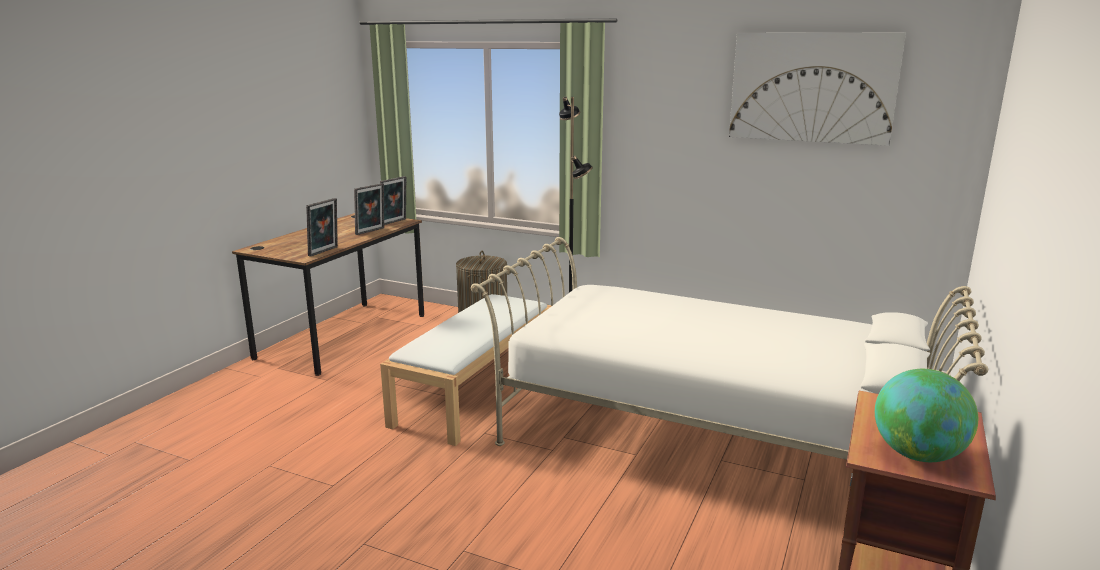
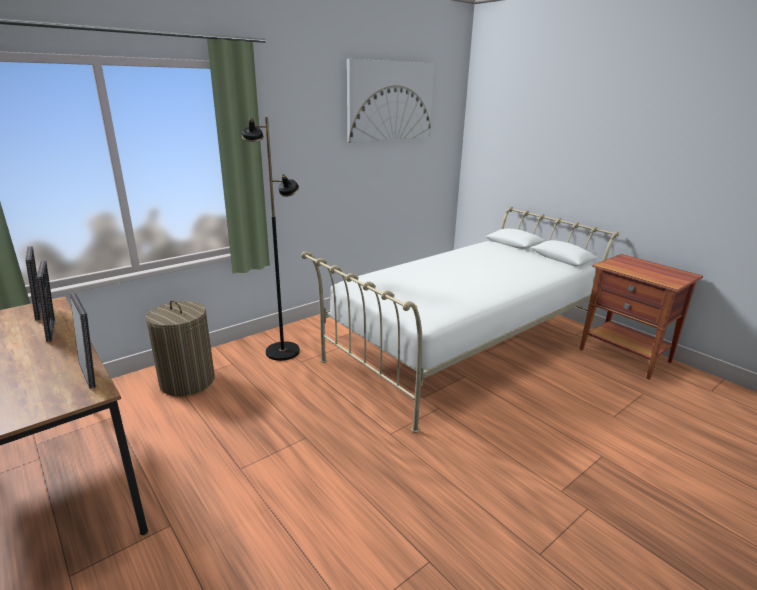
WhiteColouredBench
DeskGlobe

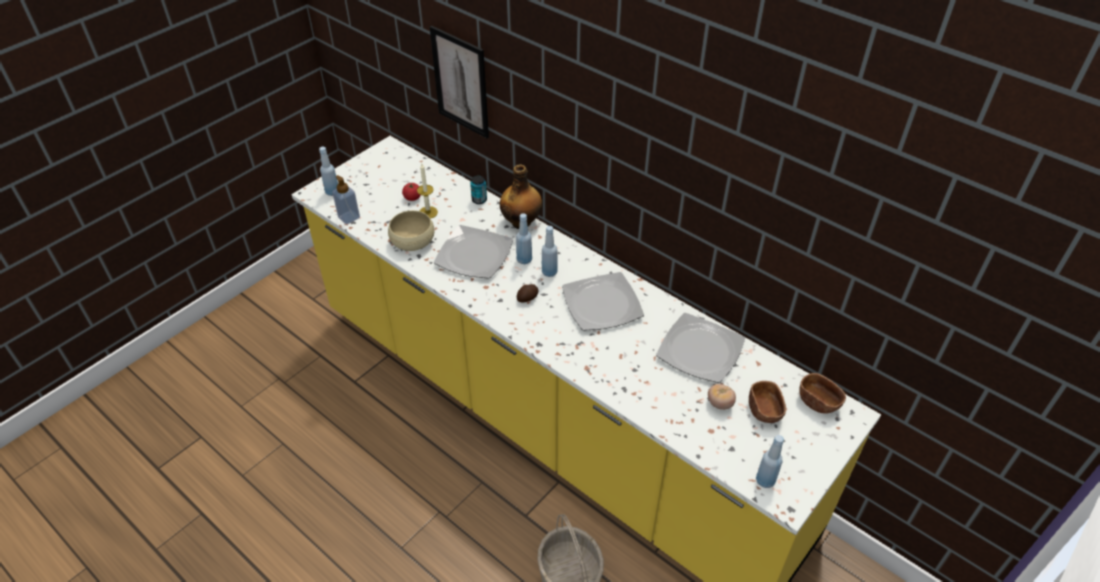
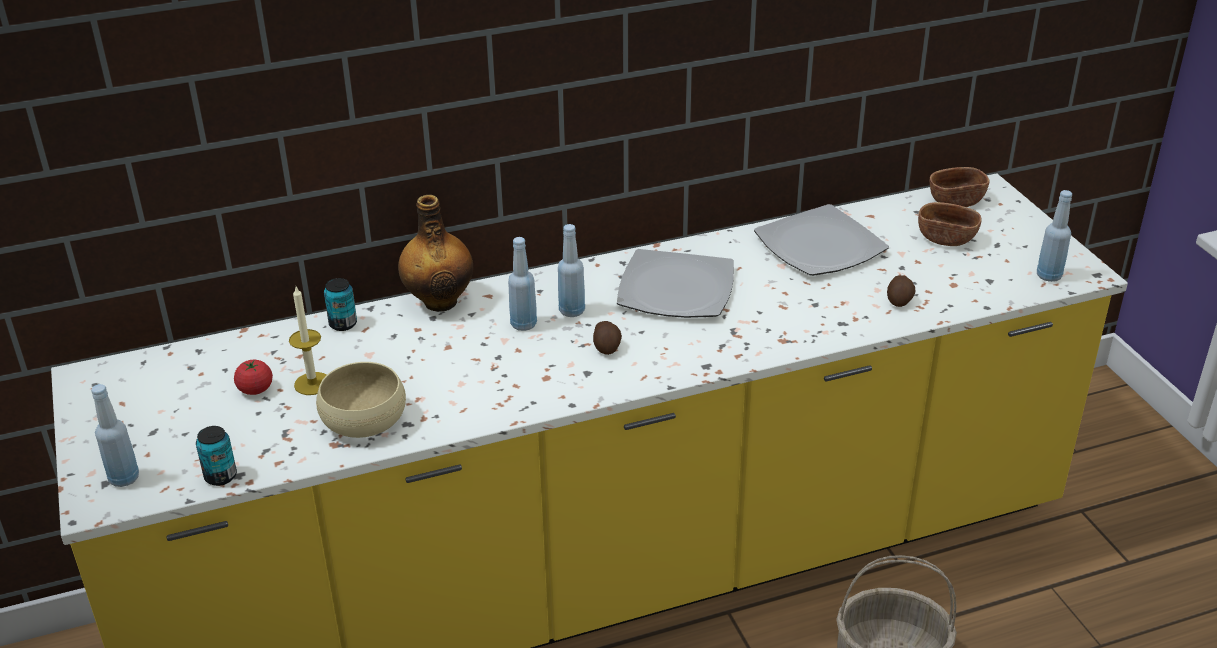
Picture
Can (1st from left)
FlatDish (1st from left in the first image)
Tomato (2nd from left in the first image)
Spud (2nd from left)

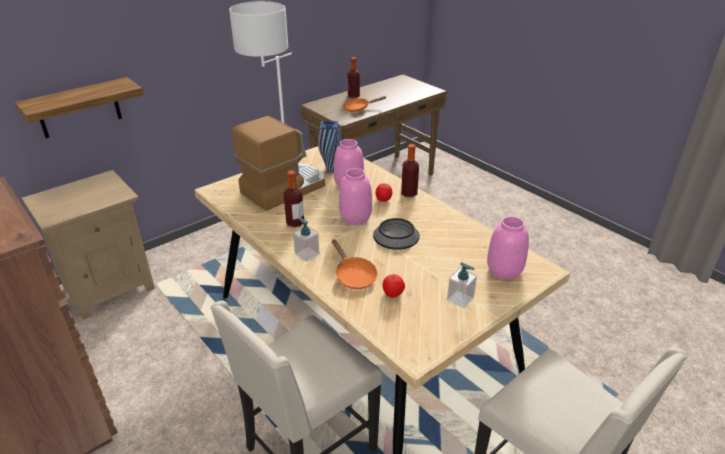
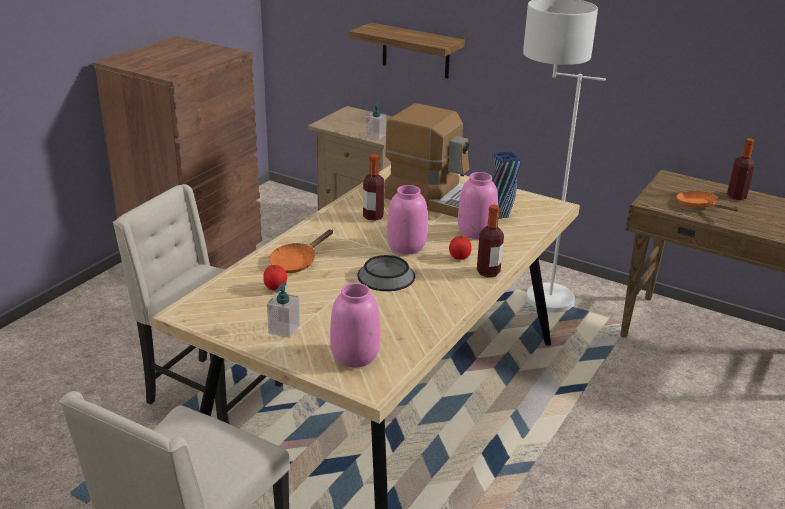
LiquidSoapBottle (2nd from left)

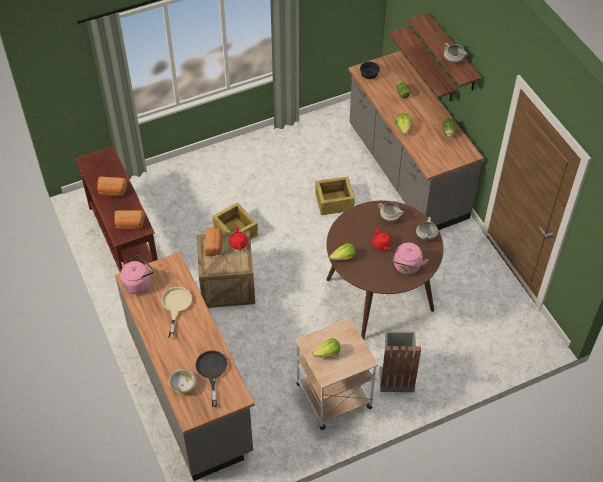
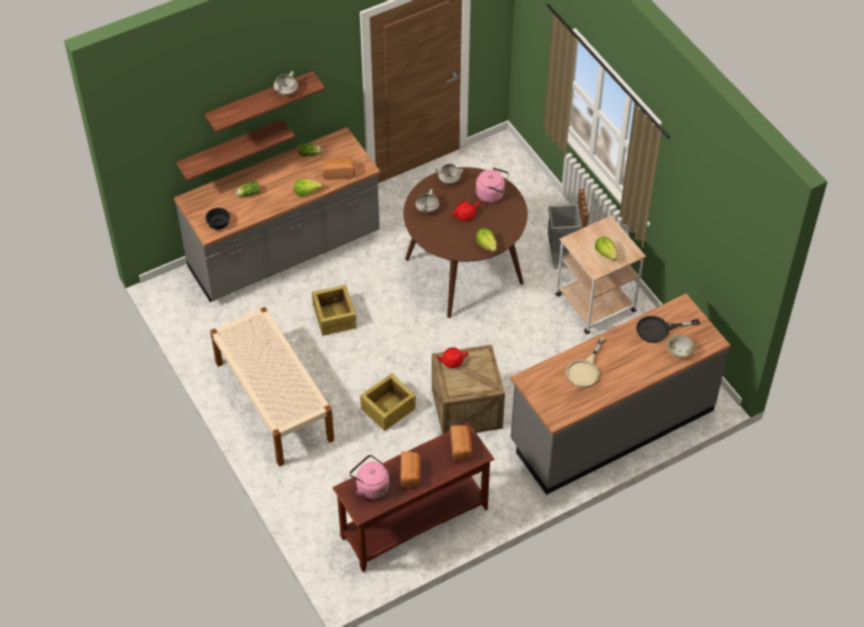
BakedBread (1st from left)
PinkKettle (1st from left)
BeigeColouredFryingPan
BeigeColouredBench

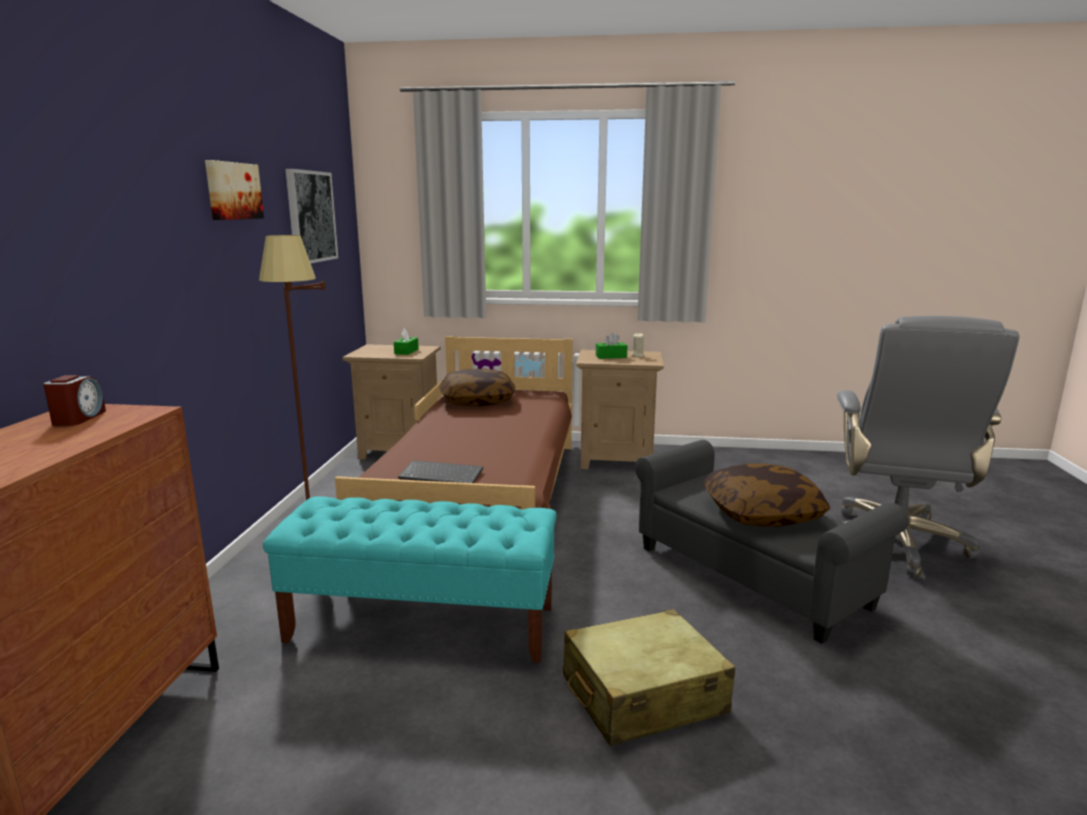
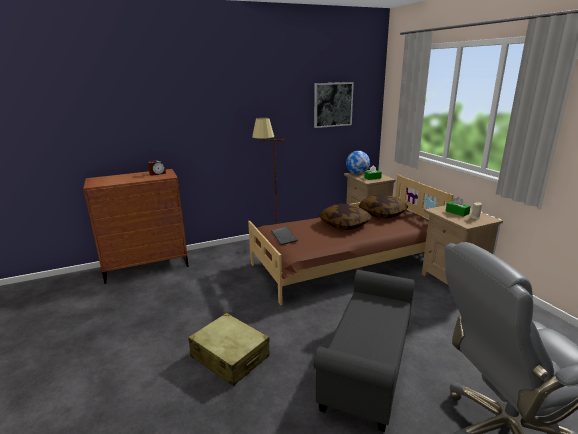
Picture (1st from left in the first image)
Pillow (1st from left)
TurquoiseBench
DeskGlobe

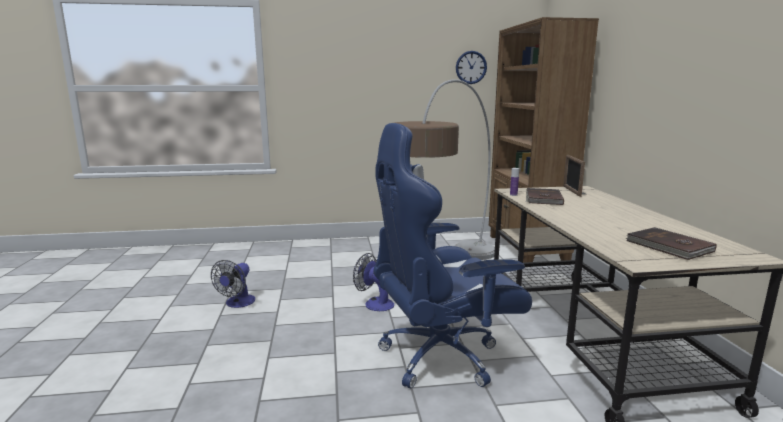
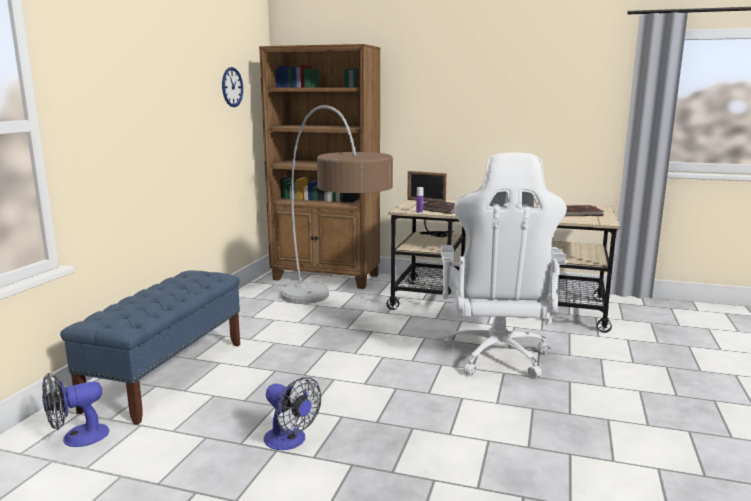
WhiteColouredOfficeChair
ElectricFan (1st from left)
BlueColouredBench

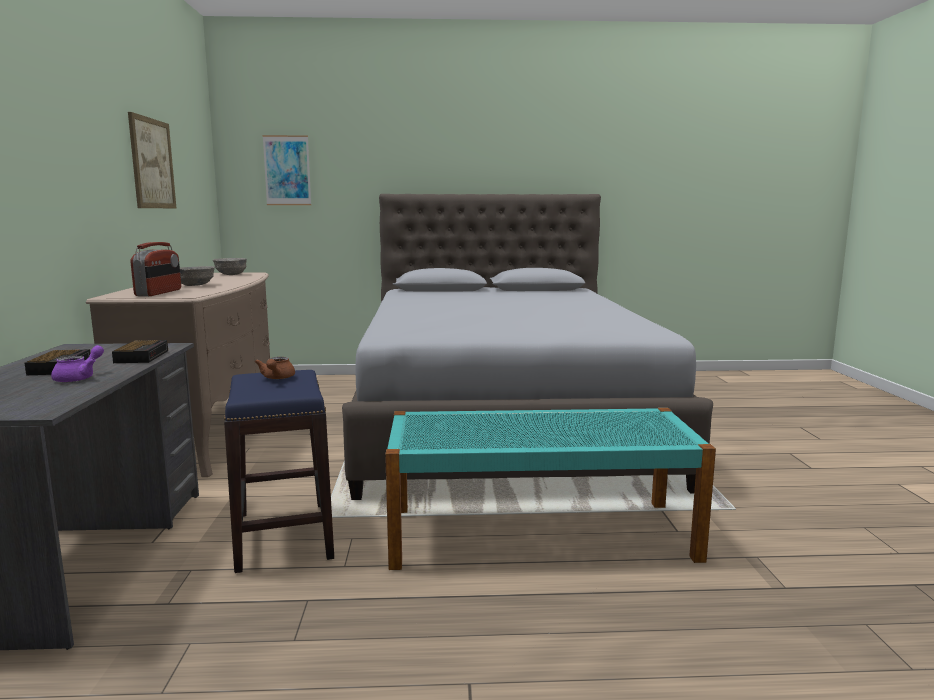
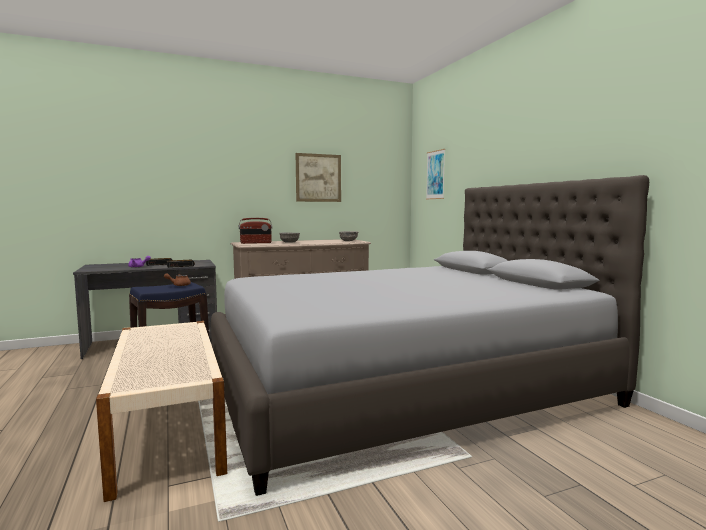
BeigeColouredBench

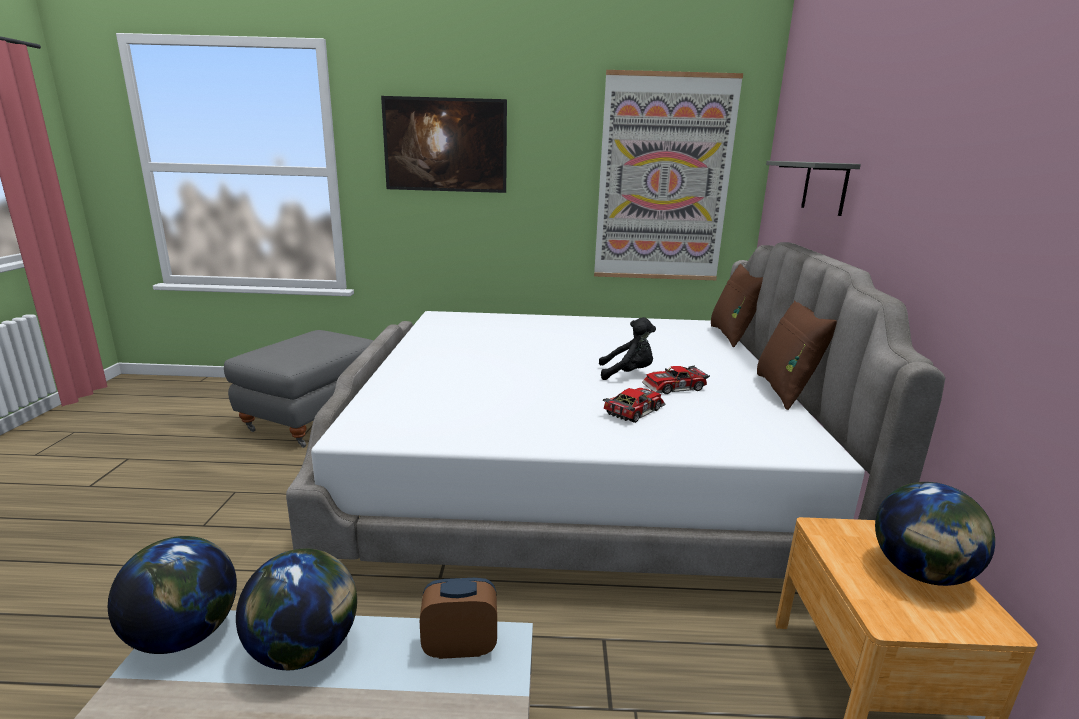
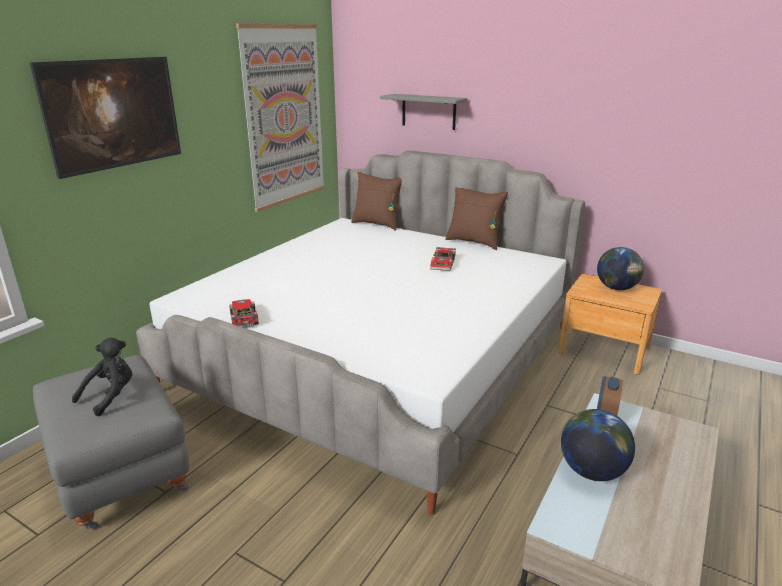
BlackSoftToy
MiniatureCar (1st from left)
DeskGlobe (1st from left in the first image)

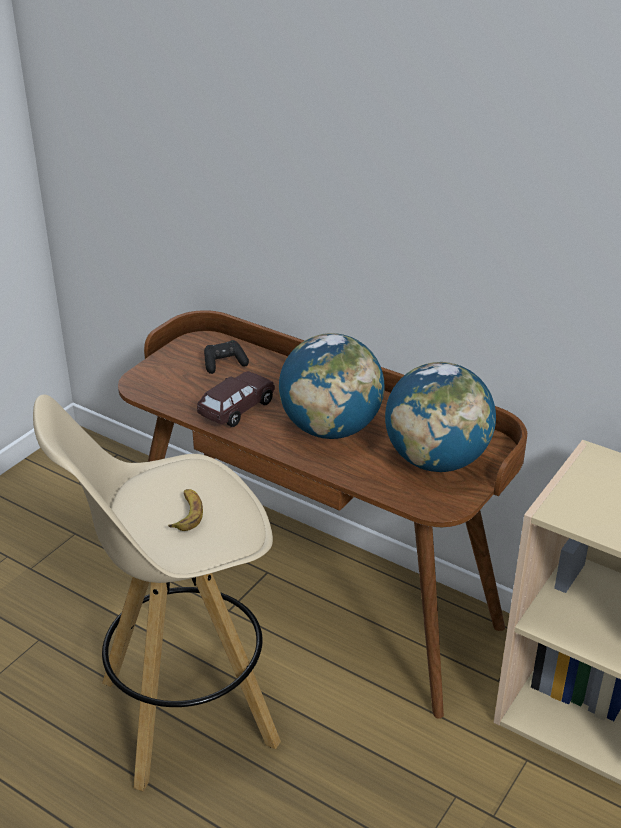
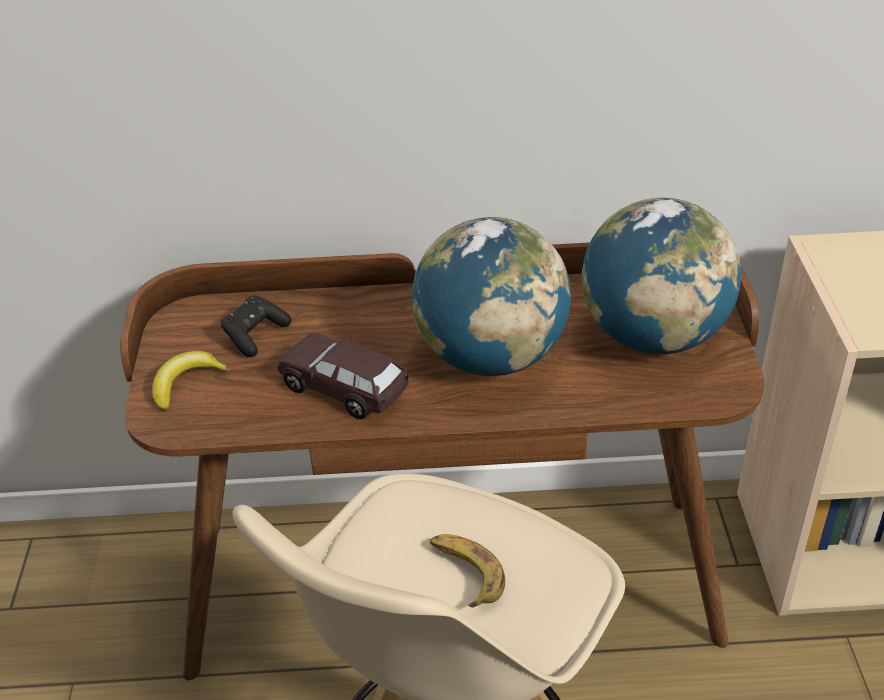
BrownColouredMiniatureCar
WholeBanana (1st from left)

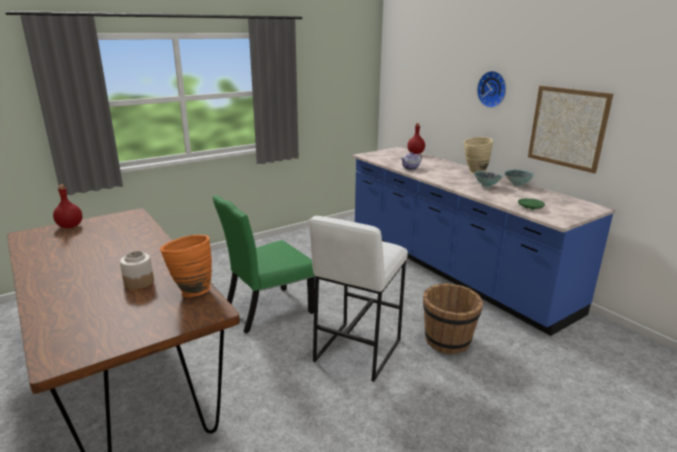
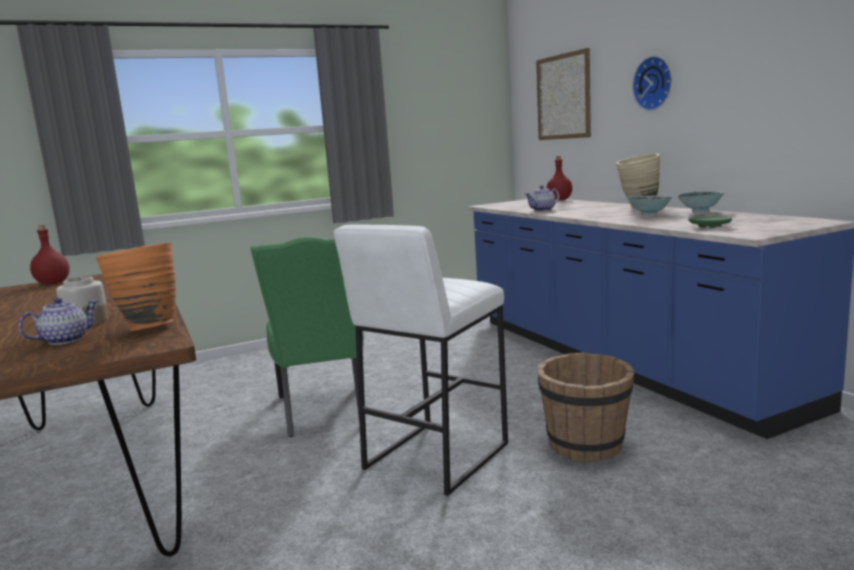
Picture
GreenColouredUprightChair
Teapot (1st from left)

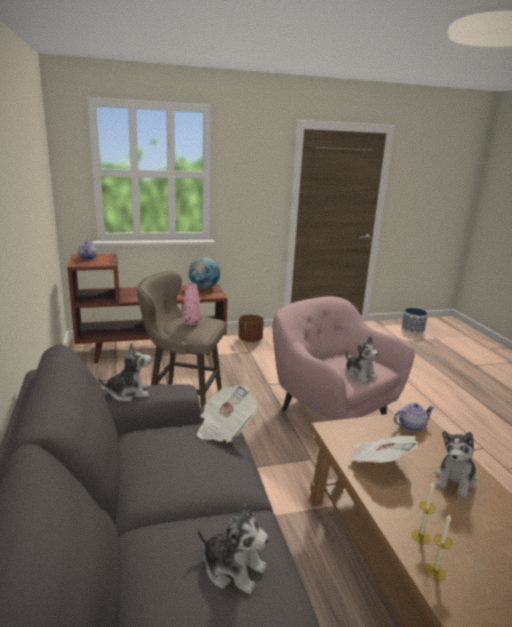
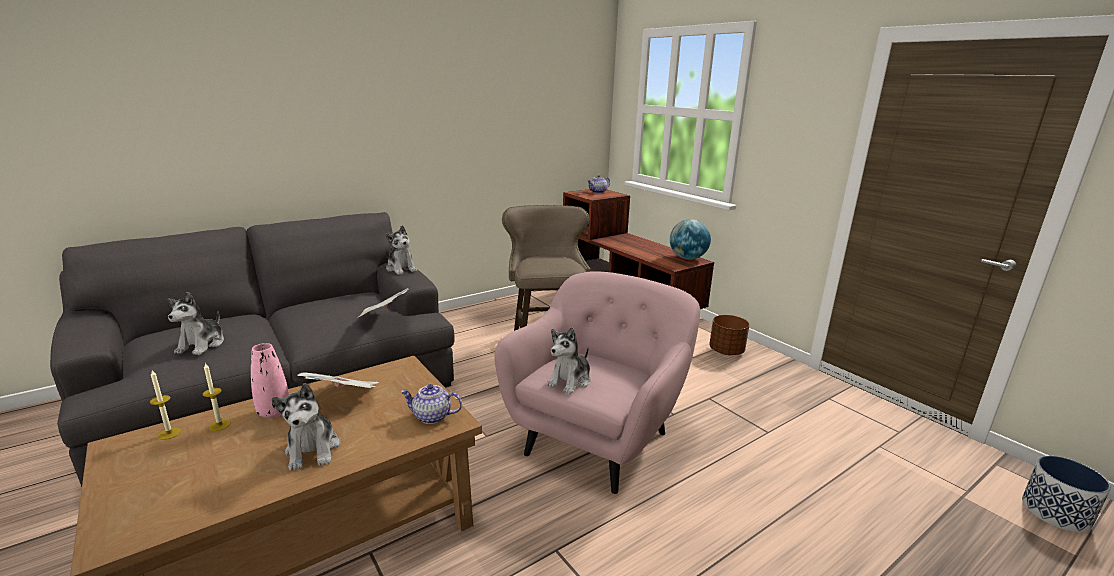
PinkFlowerVase
Teapot (1st from left)
SoftToy (2nd from left)

